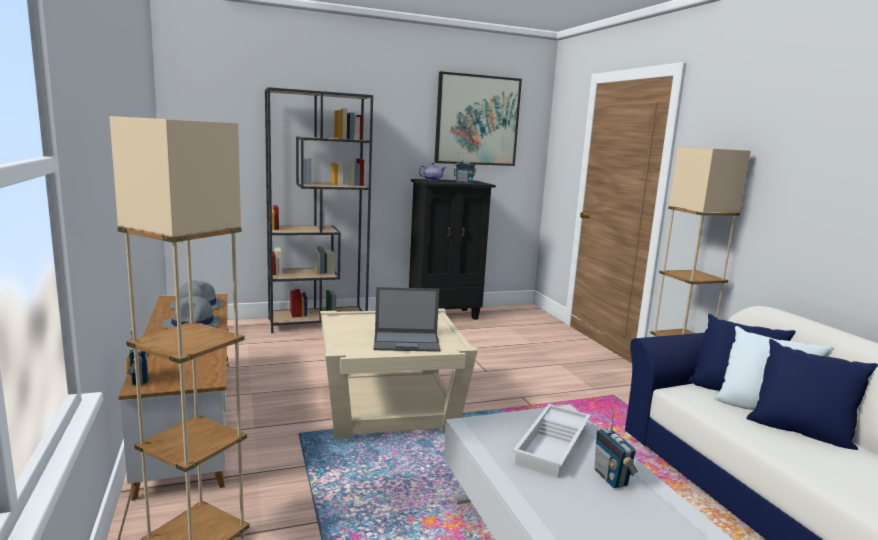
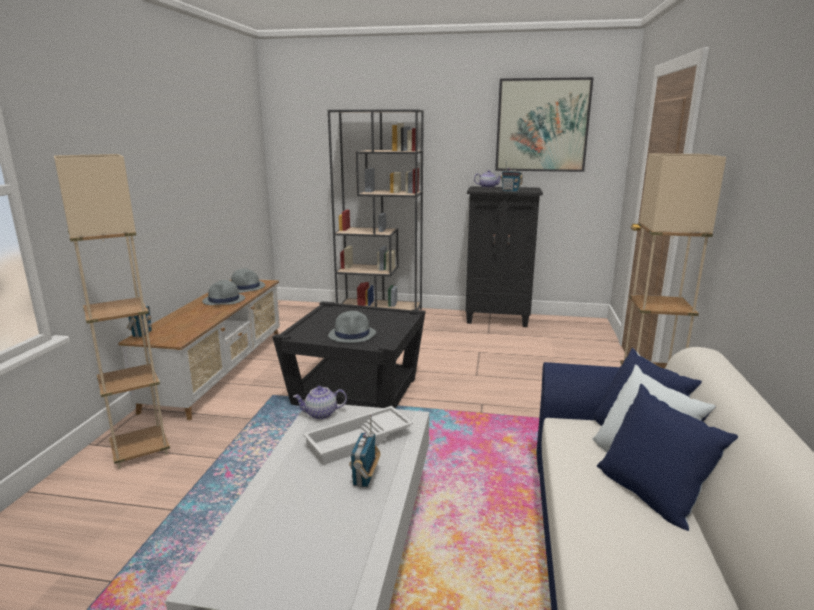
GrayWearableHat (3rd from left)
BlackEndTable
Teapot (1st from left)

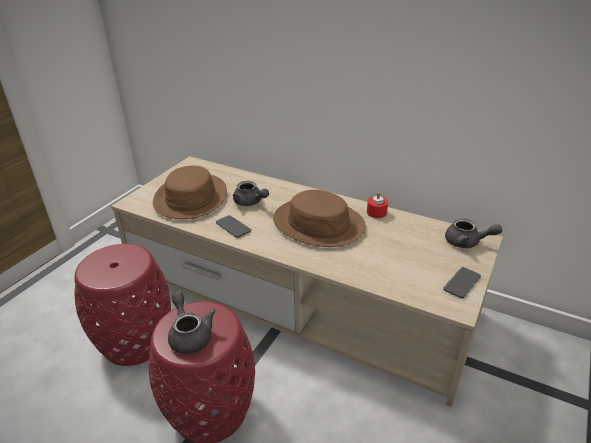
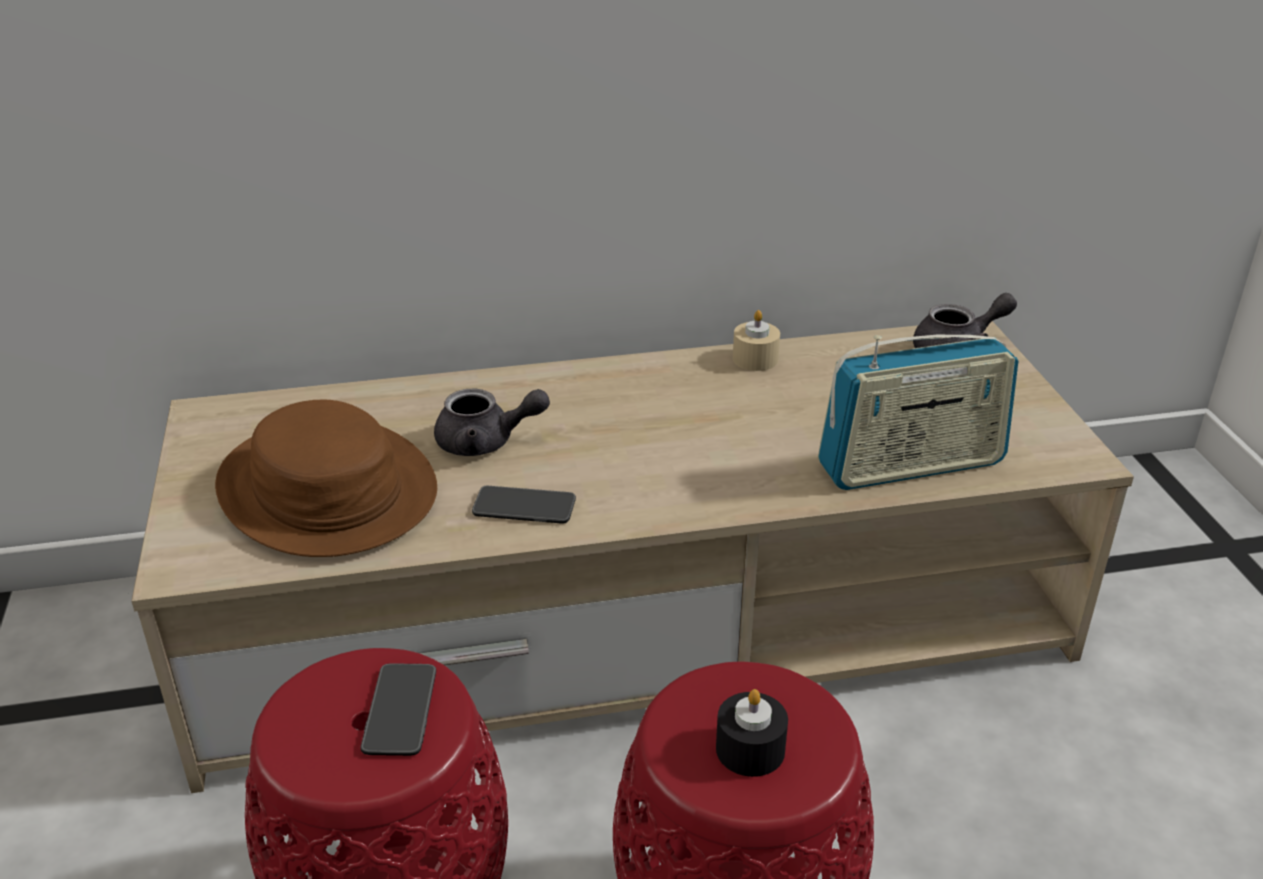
BrownColouredWearableHat (2nd from left in the first image)
BeigeColouredCandle
Telephone (1st from left)
BlackCandle
Radio

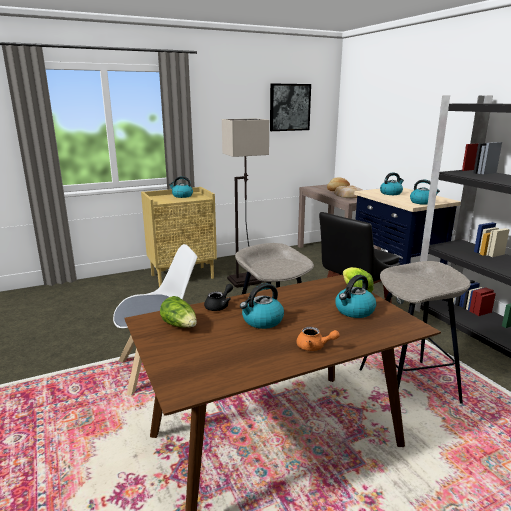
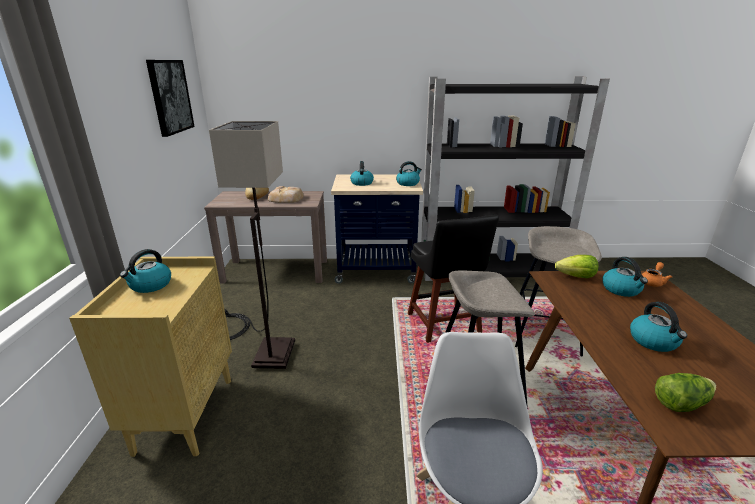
BlackTeapot
OrangeTeapot

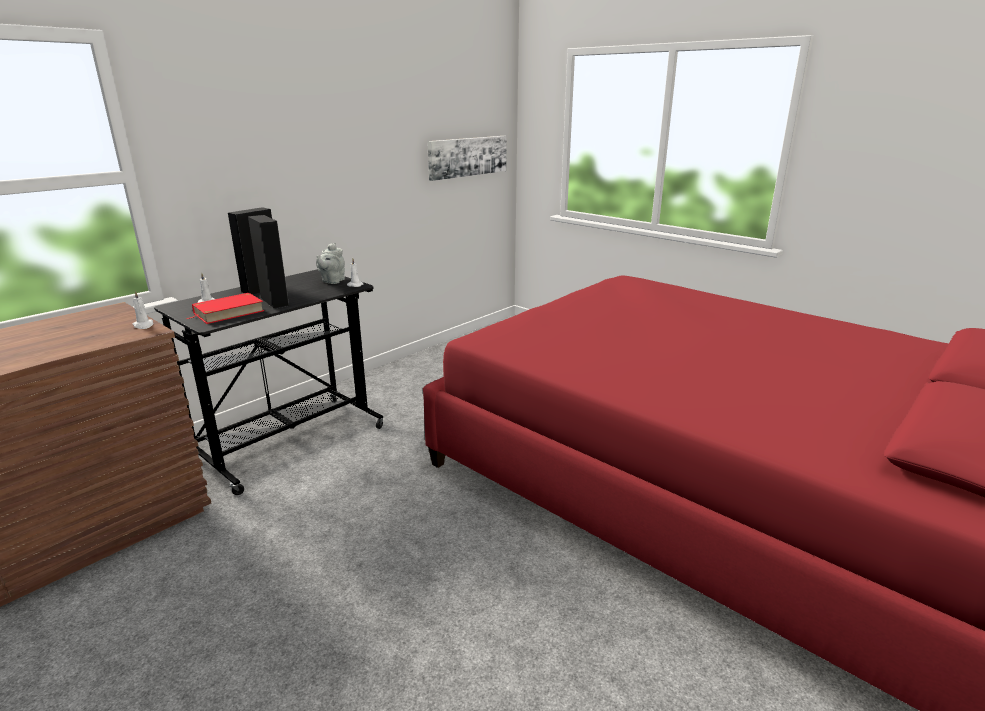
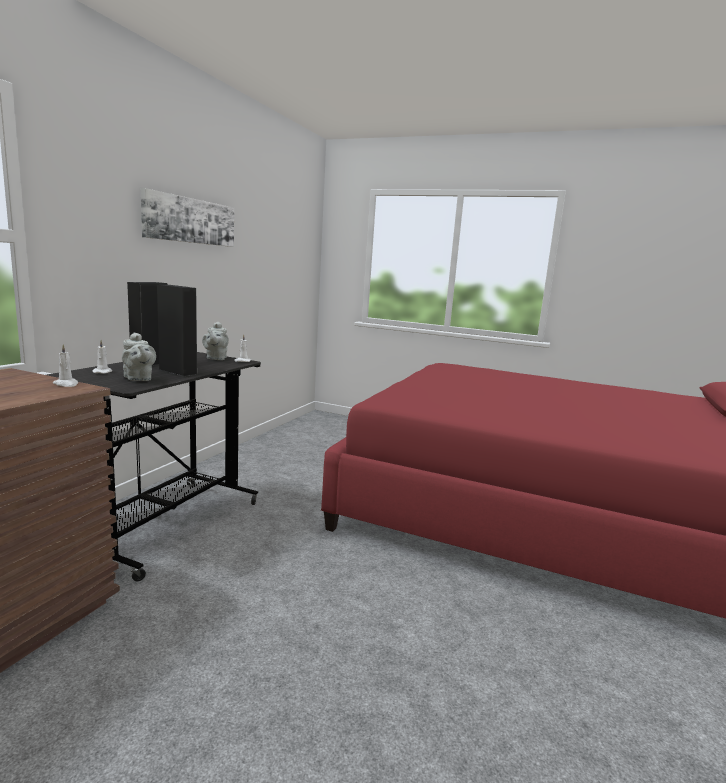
Picture
GrayTeapot (1st from left)

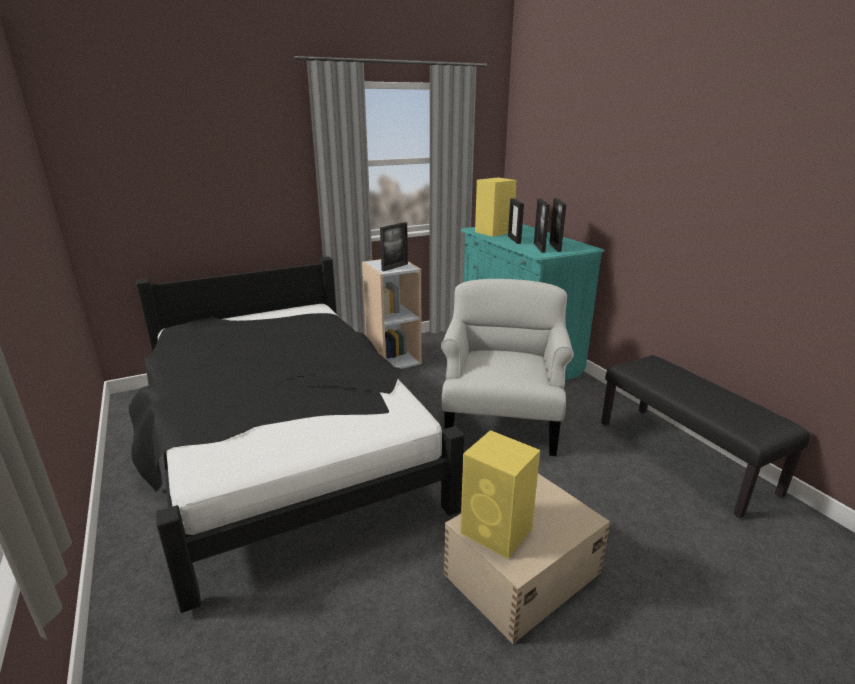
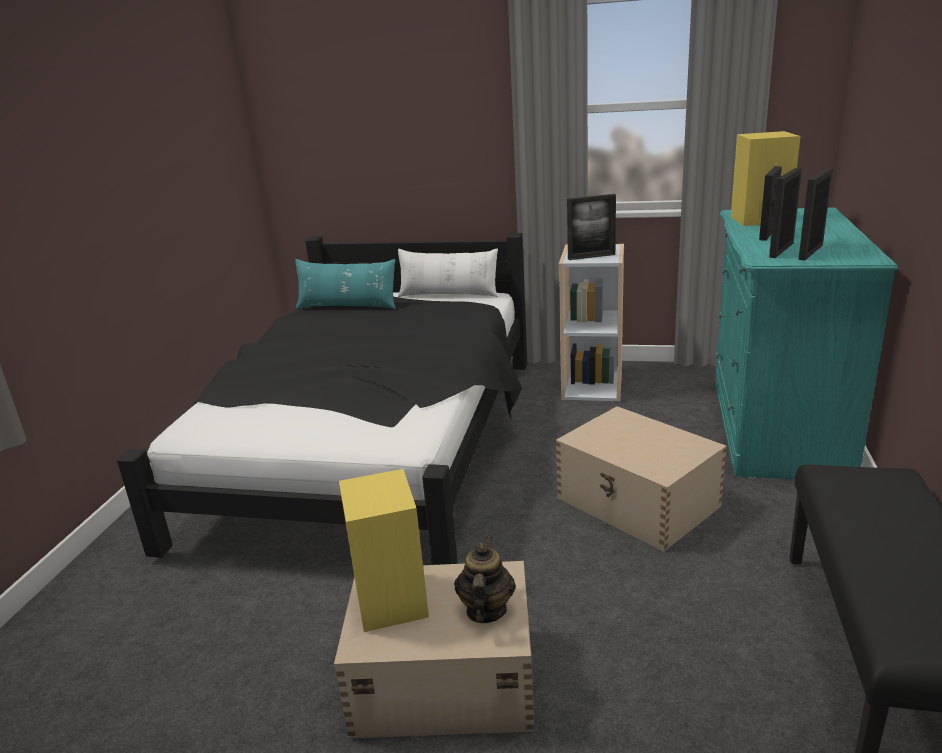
BeigeColouredStorageBox (2nd from left)
WhiteColouredPillow
TurquoisePillow
Teapot

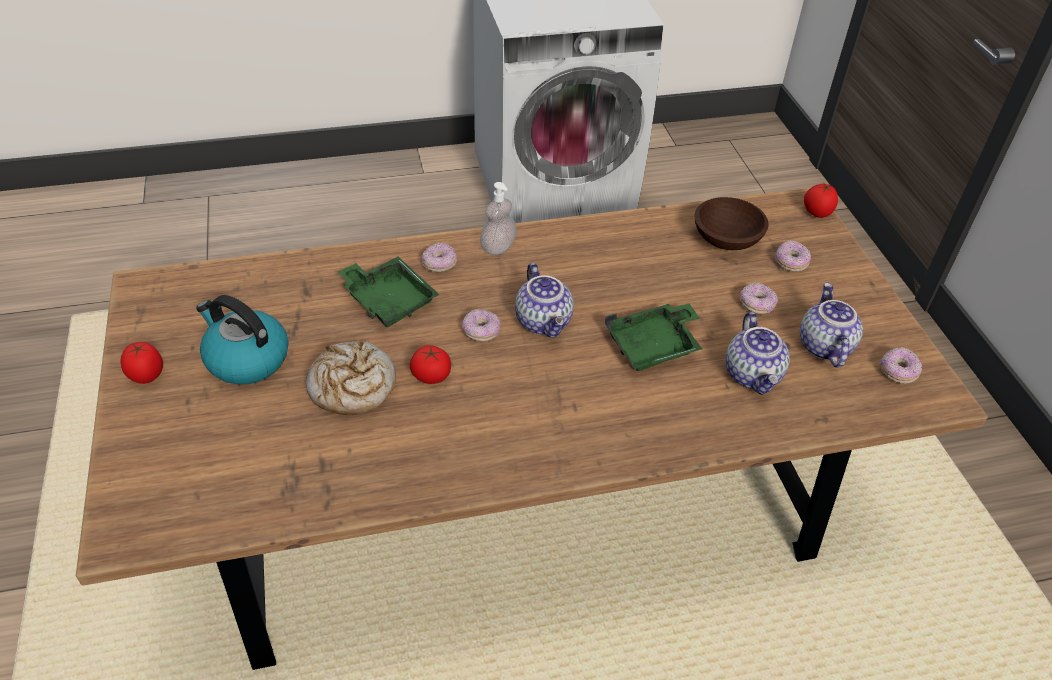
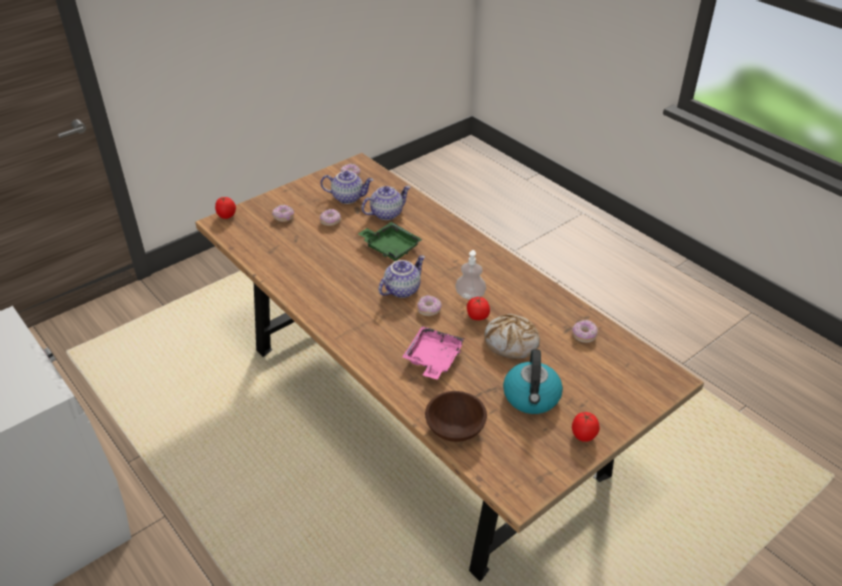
LiquidSoapBottle
BrownColouredDeepDish
Doughnut (5th from left)
PinkTray
Teapot (1st from left)

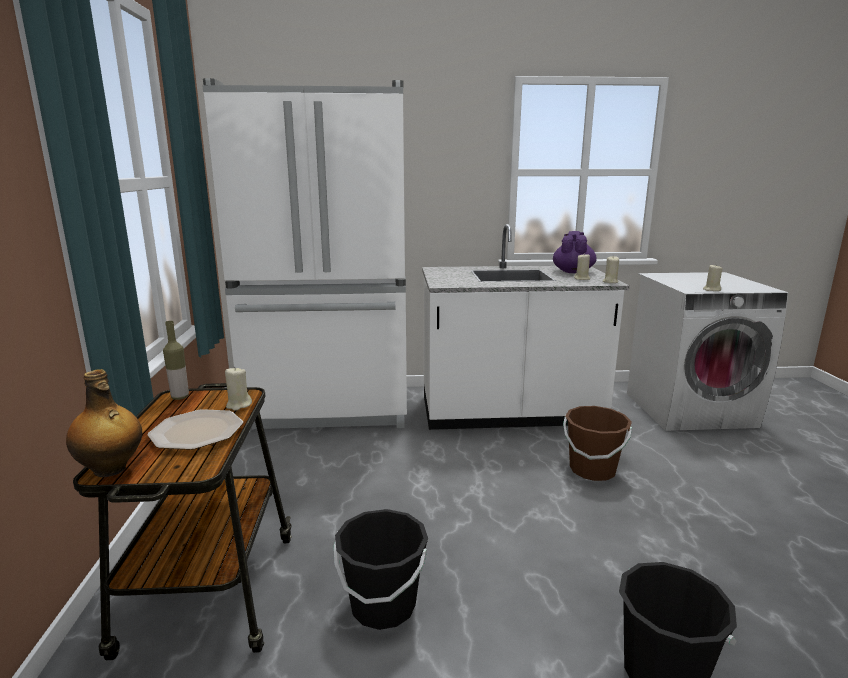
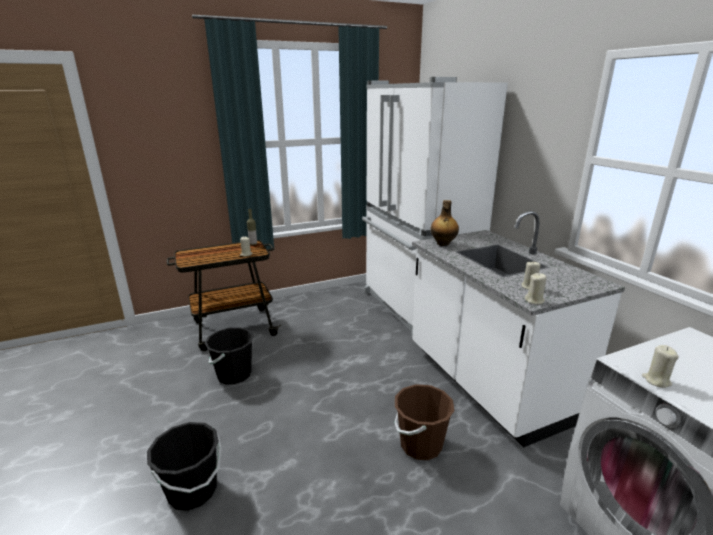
PurpleColouredTeapot
BeverageBottle (2nd from left)
FlatDish

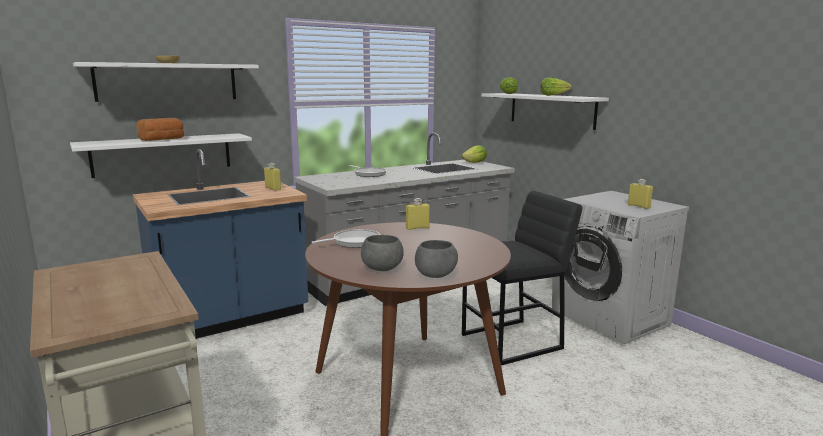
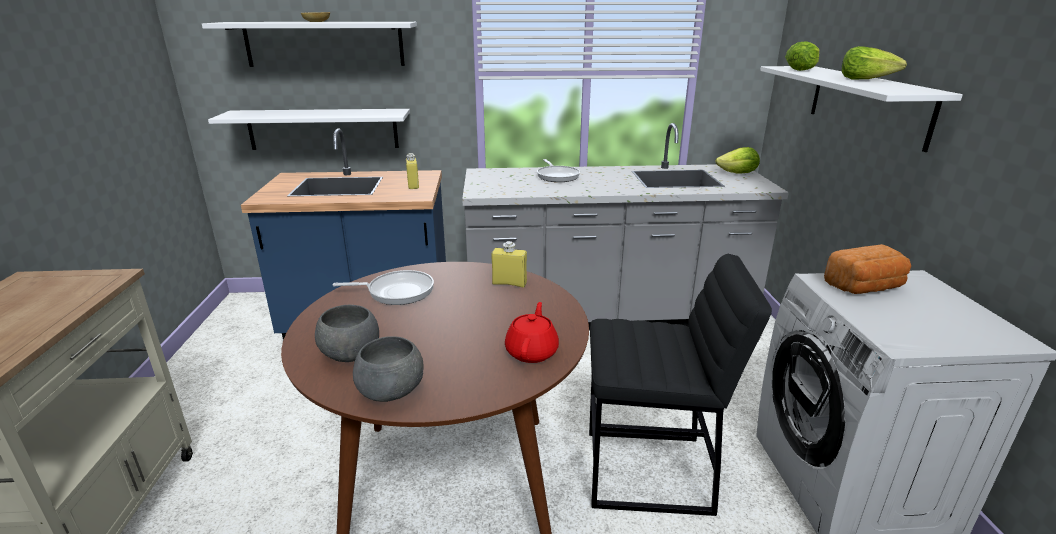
BakedBread
YellowishBeverageBottle (3rd from left in the first image)
RedTeapot

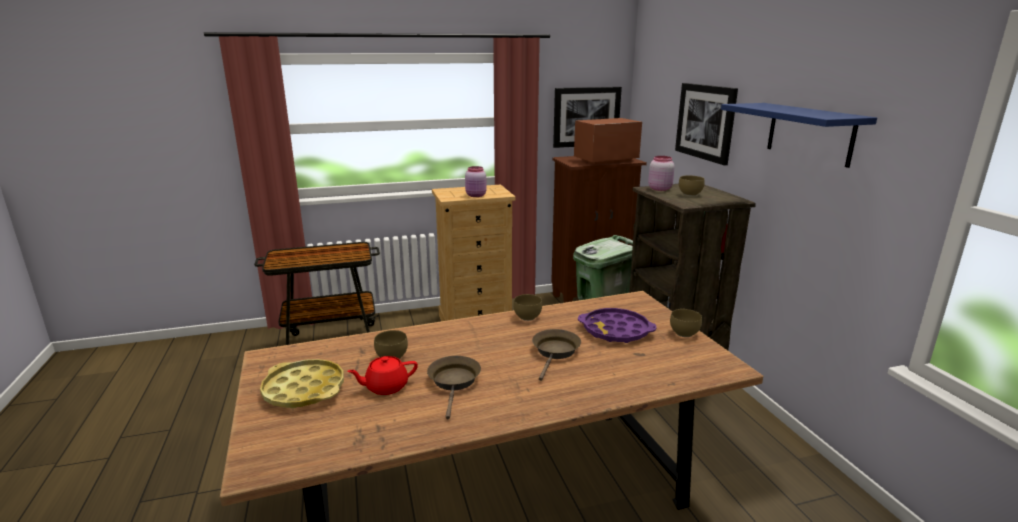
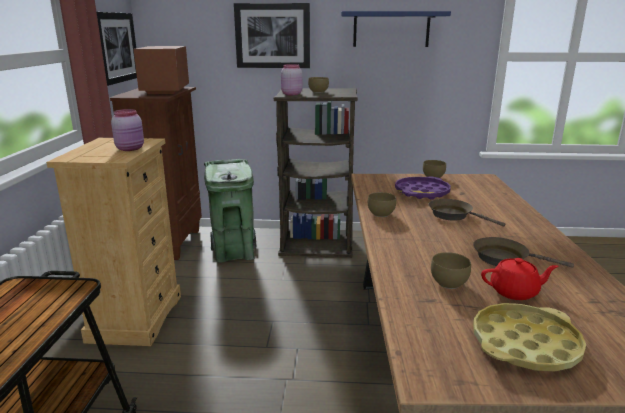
RedTeapot

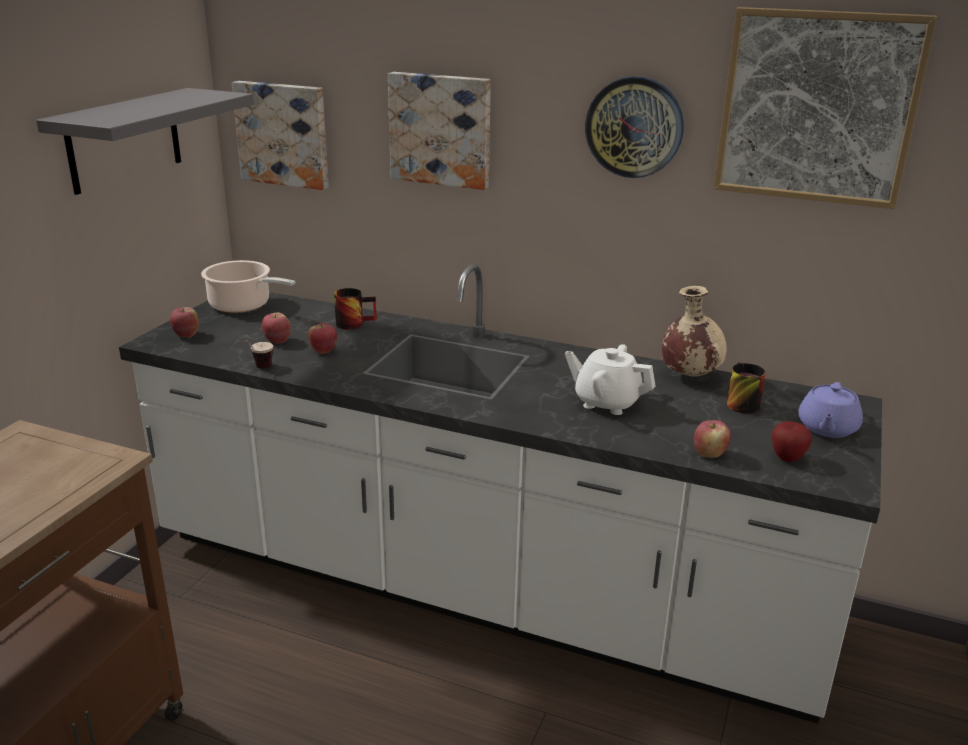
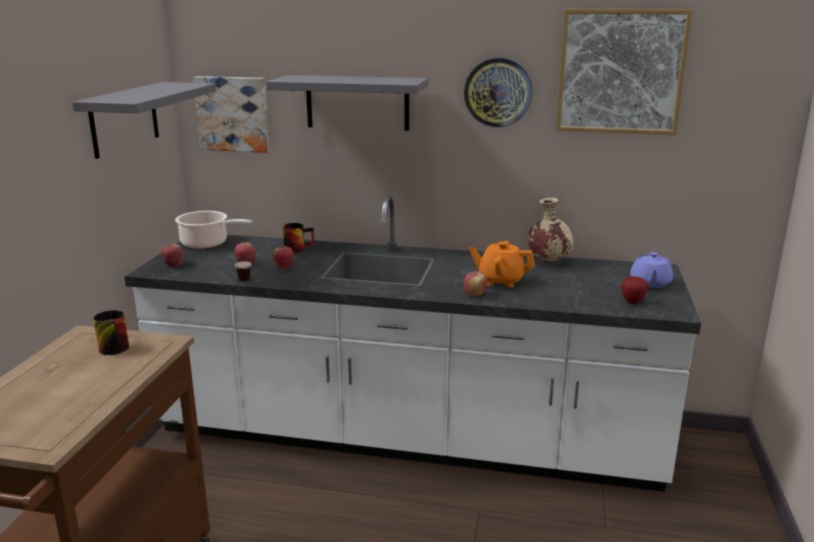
GrayShelf (2nd from left)
OrangeTeapot
Mug (1st from left)
AppleFruit (4th from left)

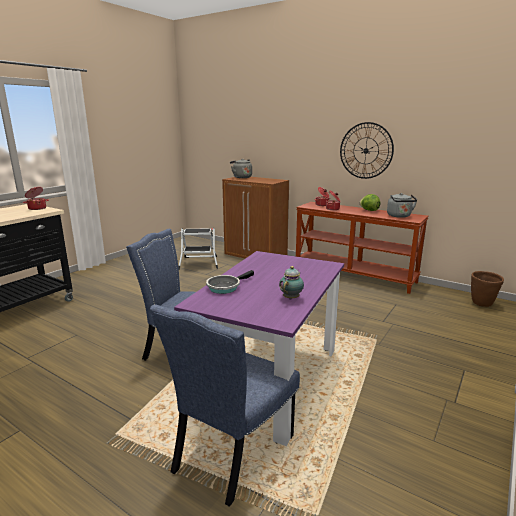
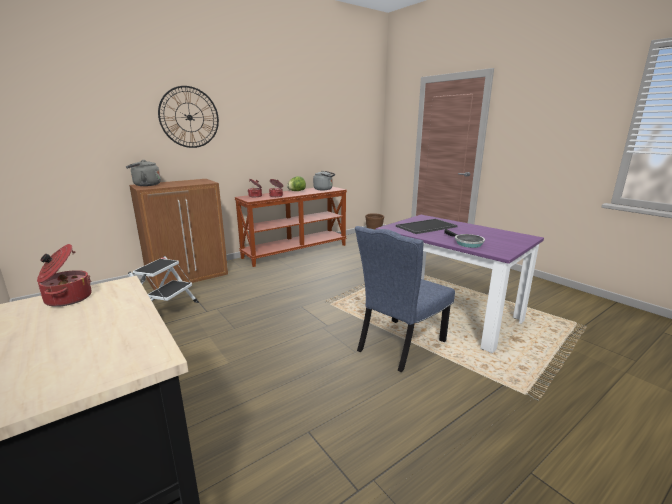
WallClock
Teapot
BlueColouredUprightChair (2nd from left in the first image)
Tray

